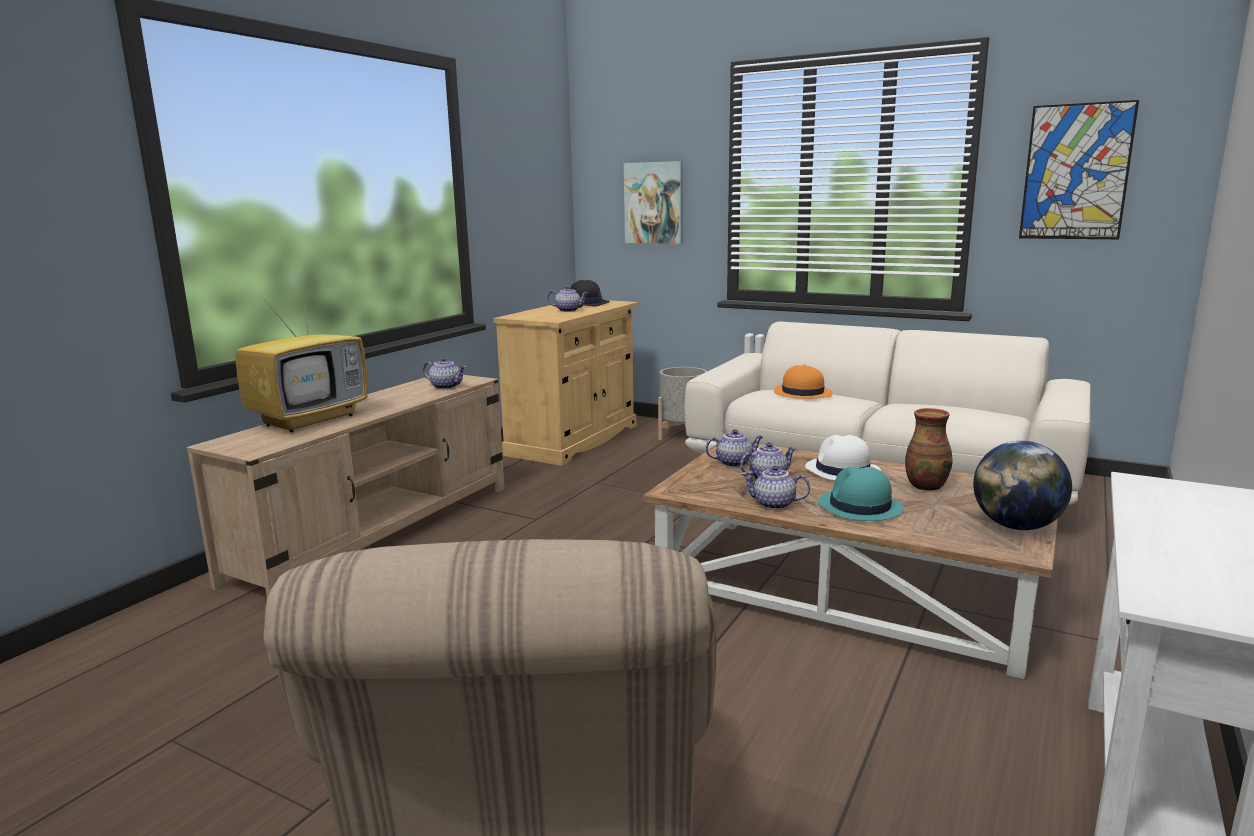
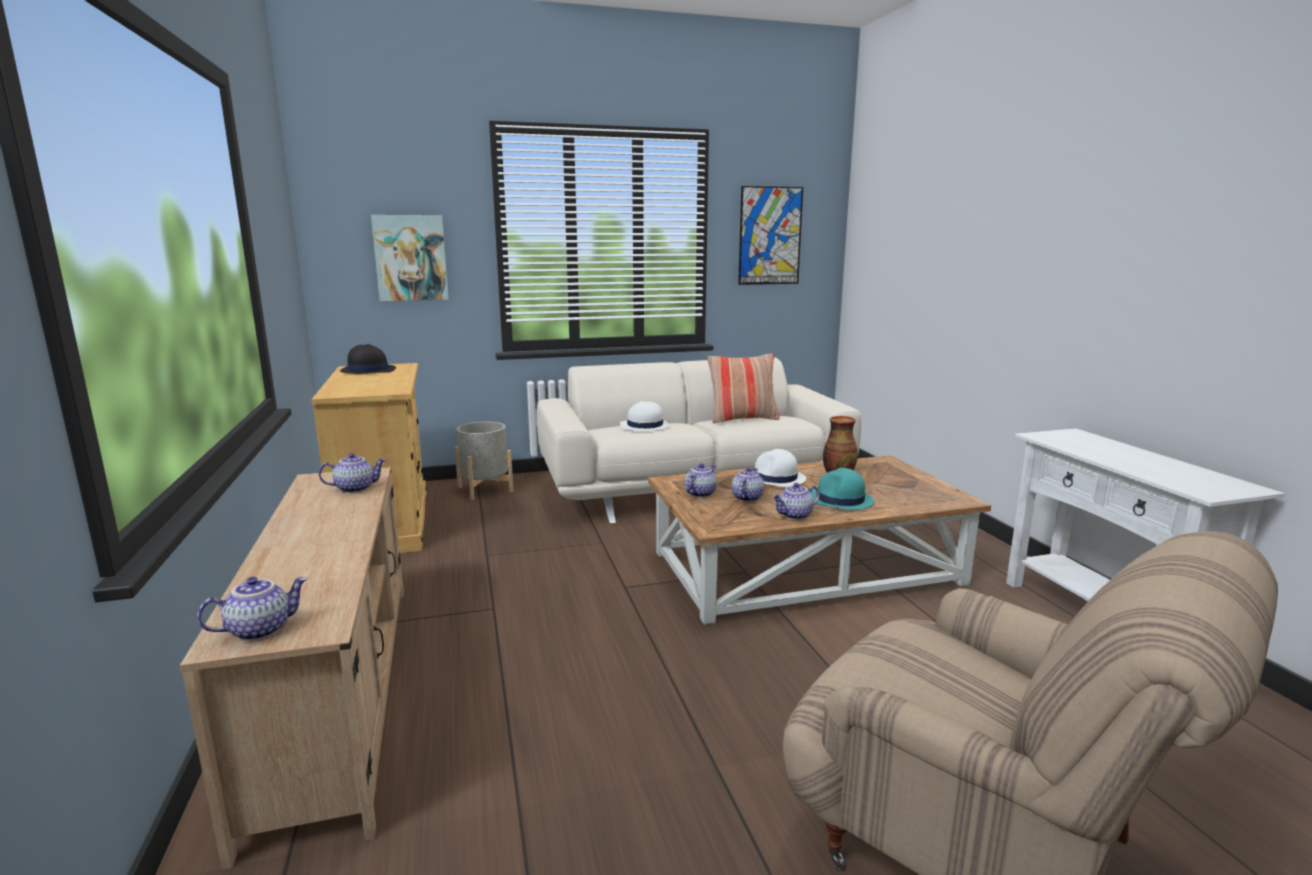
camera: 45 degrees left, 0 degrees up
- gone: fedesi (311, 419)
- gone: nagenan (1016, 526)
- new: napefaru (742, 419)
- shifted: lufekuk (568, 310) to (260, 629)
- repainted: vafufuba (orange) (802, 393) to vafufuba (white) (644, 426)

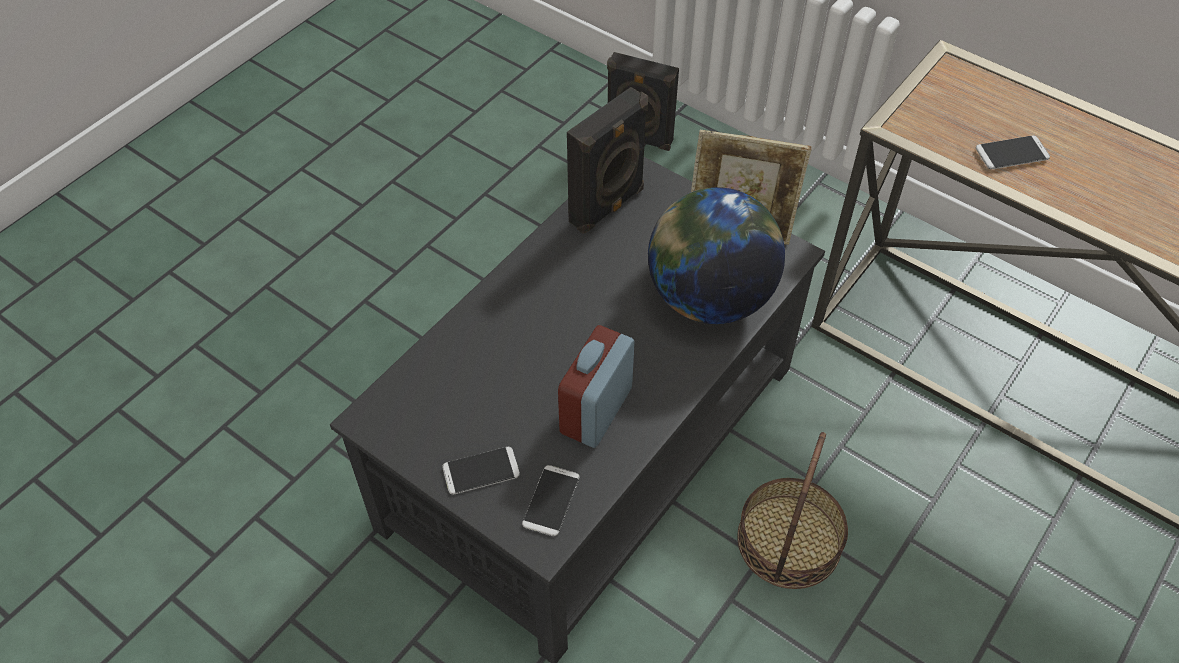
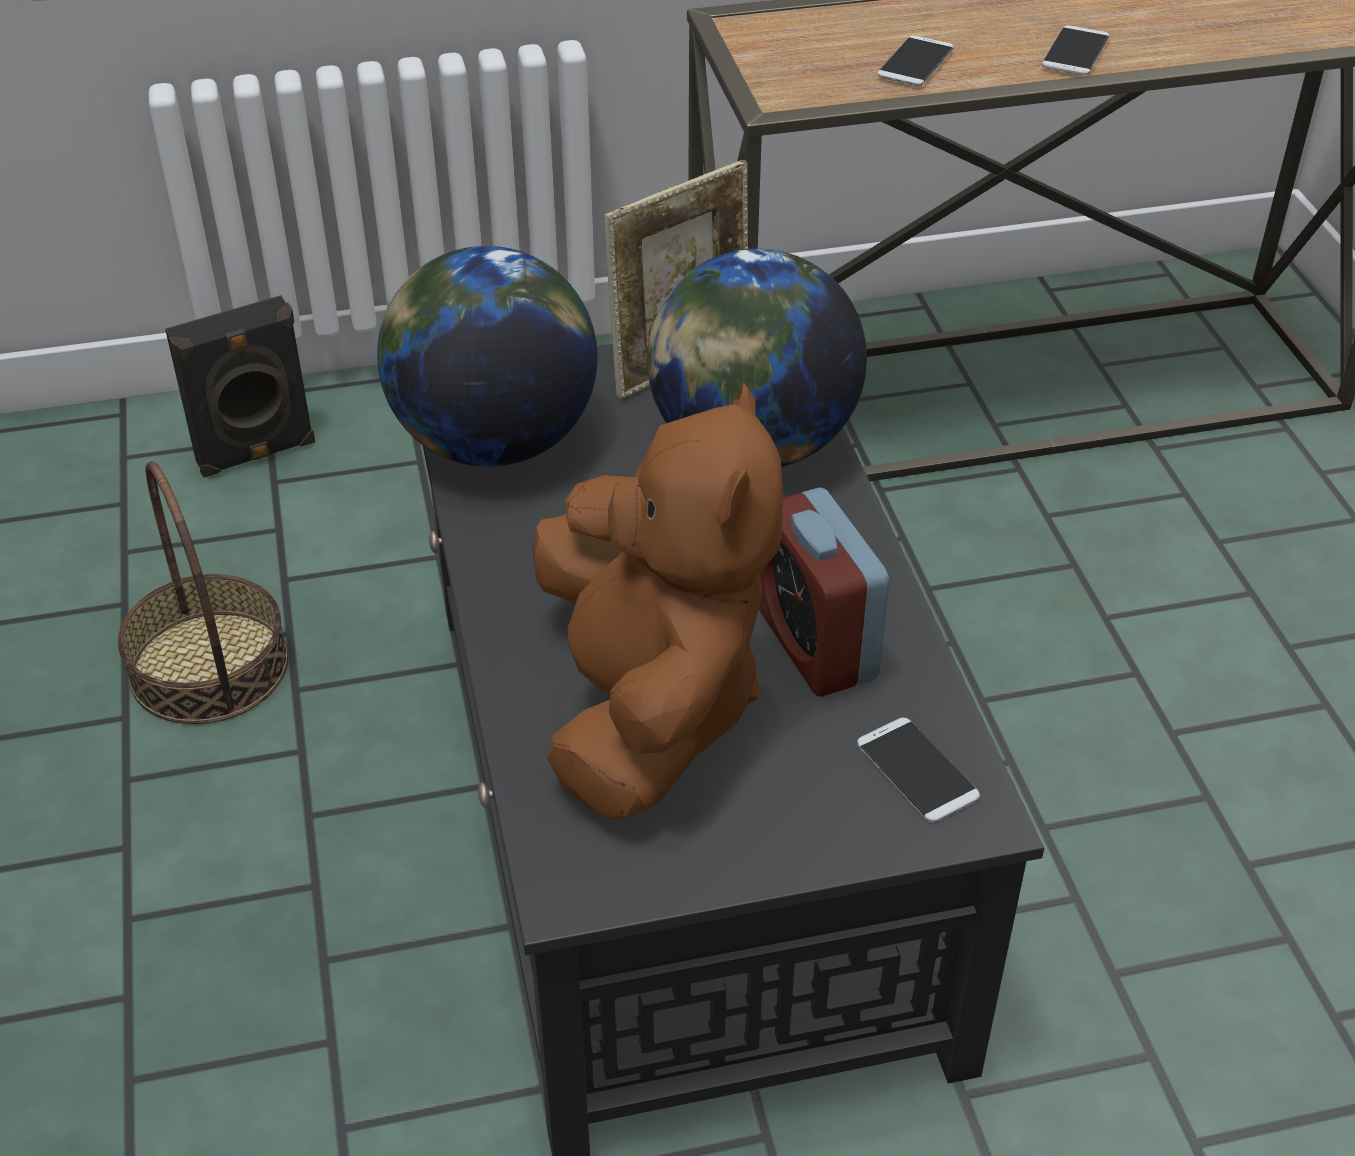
camera: 50 degrees left, 10 degrees down
- new: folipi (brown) (648, 707)
- shifted: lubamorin (481, 471) to (1075, 52)
- shifted: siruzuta (789, 541) to (210, 667)
- swapped: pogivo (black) (608, 207) to nagenan (494, 441)

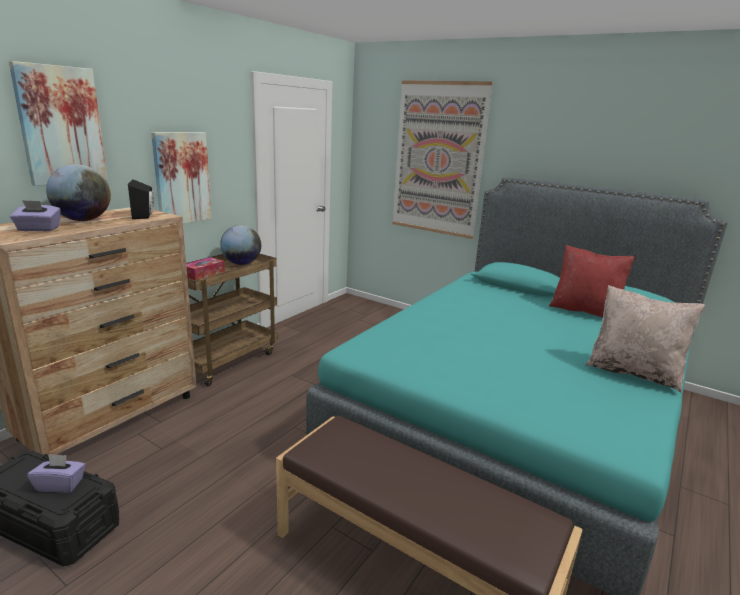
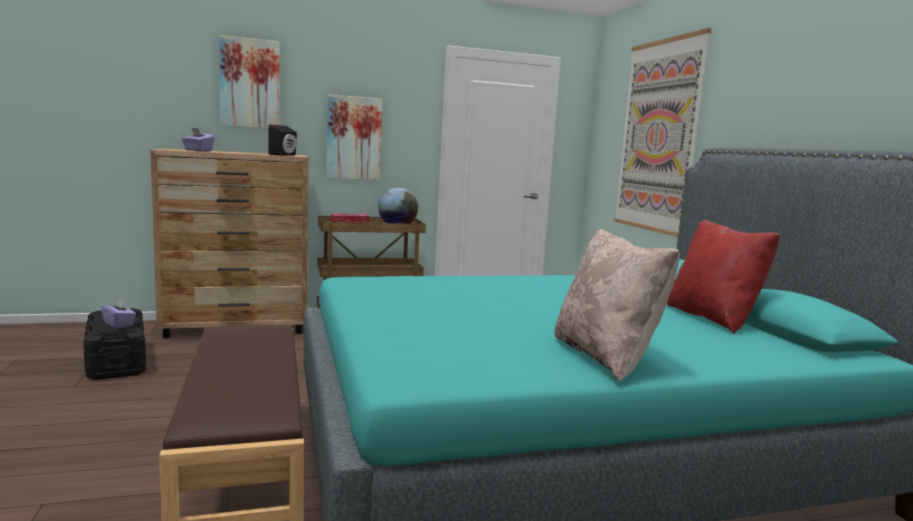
camera: 40 degrees right, 10 degrees down
- gone: nagenan (83, 220)

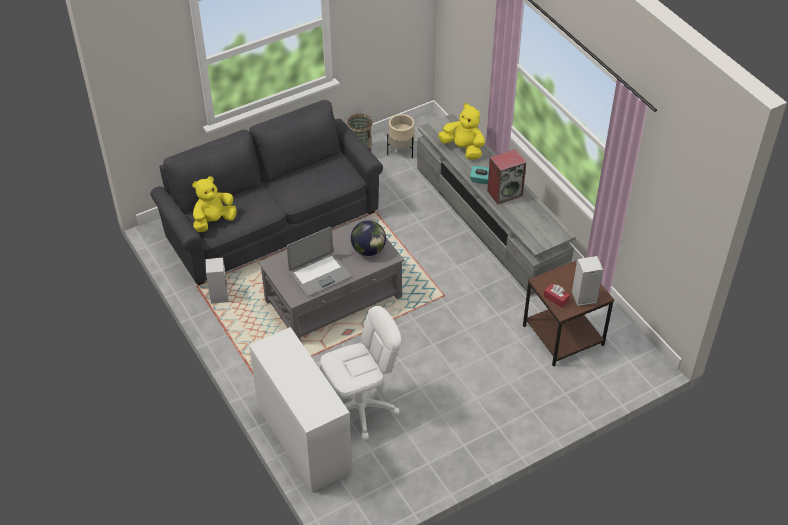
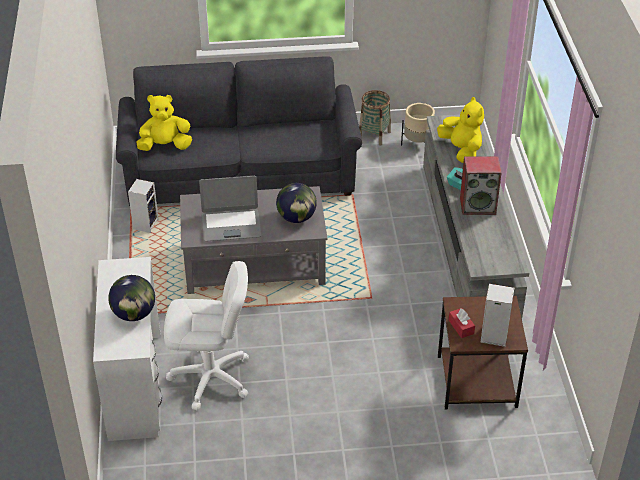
camera: 25 degrees right, 5 degrees down
- new: nagenan (134, 314)

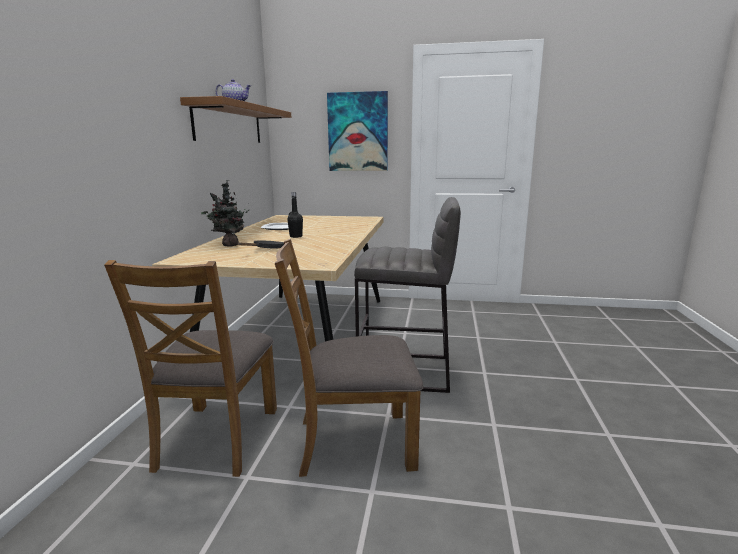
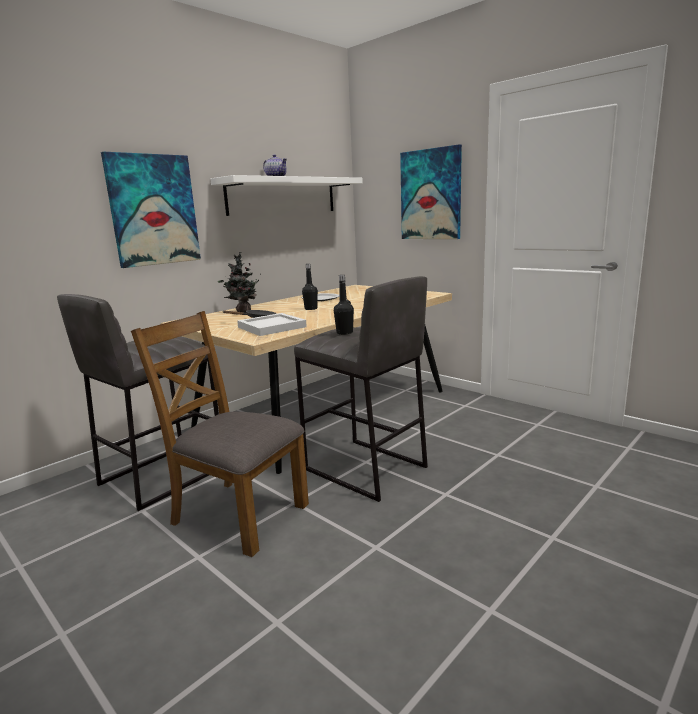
camera: 35 degrees right, 0 degrees up
- new: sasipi (153, 210)
- new: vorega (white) (270, 327)
- new: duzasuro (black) (344, 333)
- swapped: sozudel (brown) (217, 438) to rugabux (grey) (161, 476)
- repainted: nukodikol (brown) (229, 124) to nukodikol (white) (283, 196)

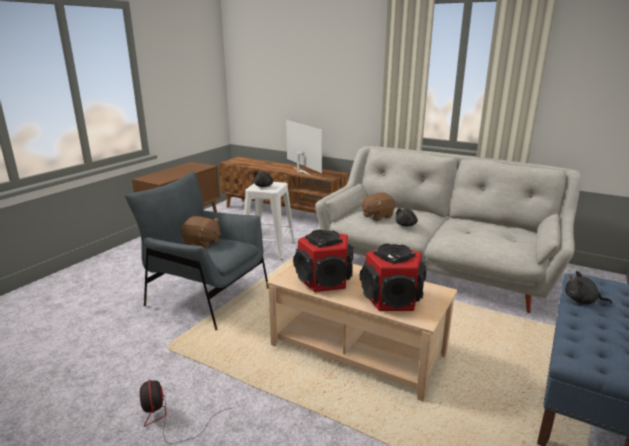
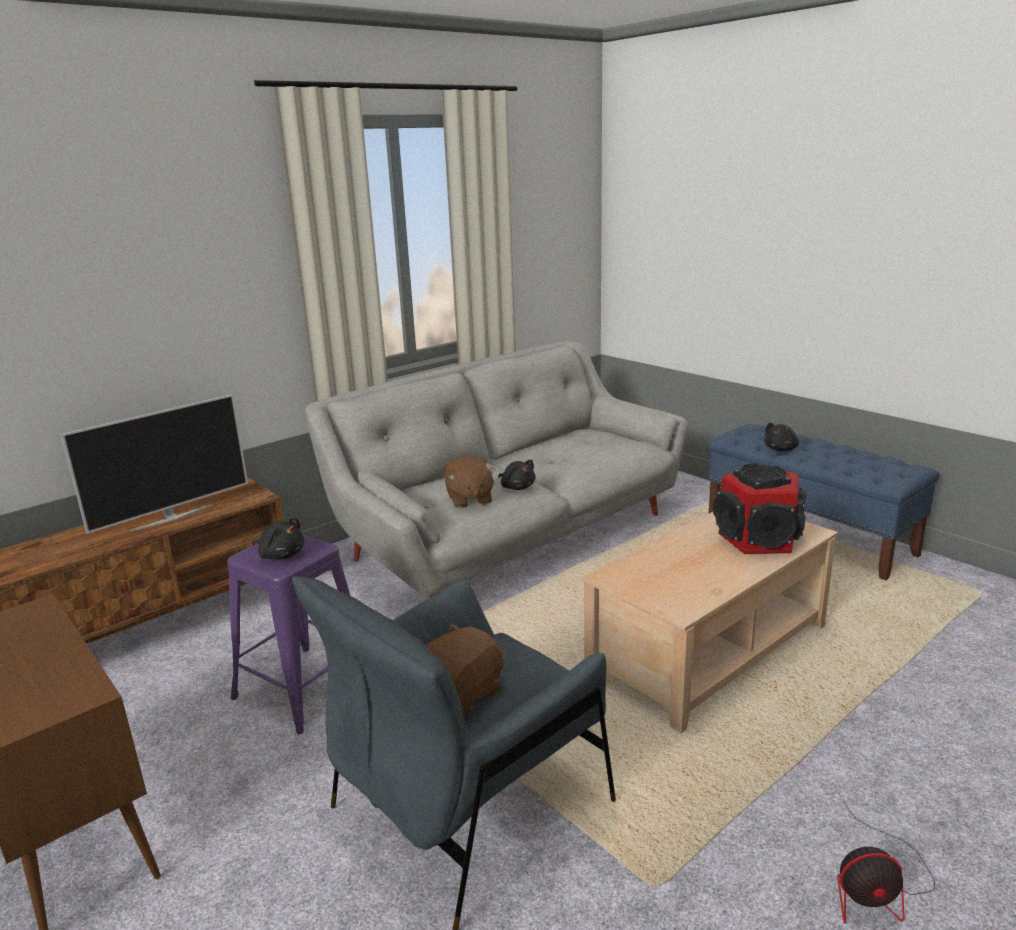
camera: 70 degrees left, 0 degrees up
- gone: pogivo (325, 280)
- repainted: rugabux (white) (269, 248) to rugabux (purple) (303, 687)
- rotated: fedesi (301, 171) = (172, 517) 150 degrees clockwise

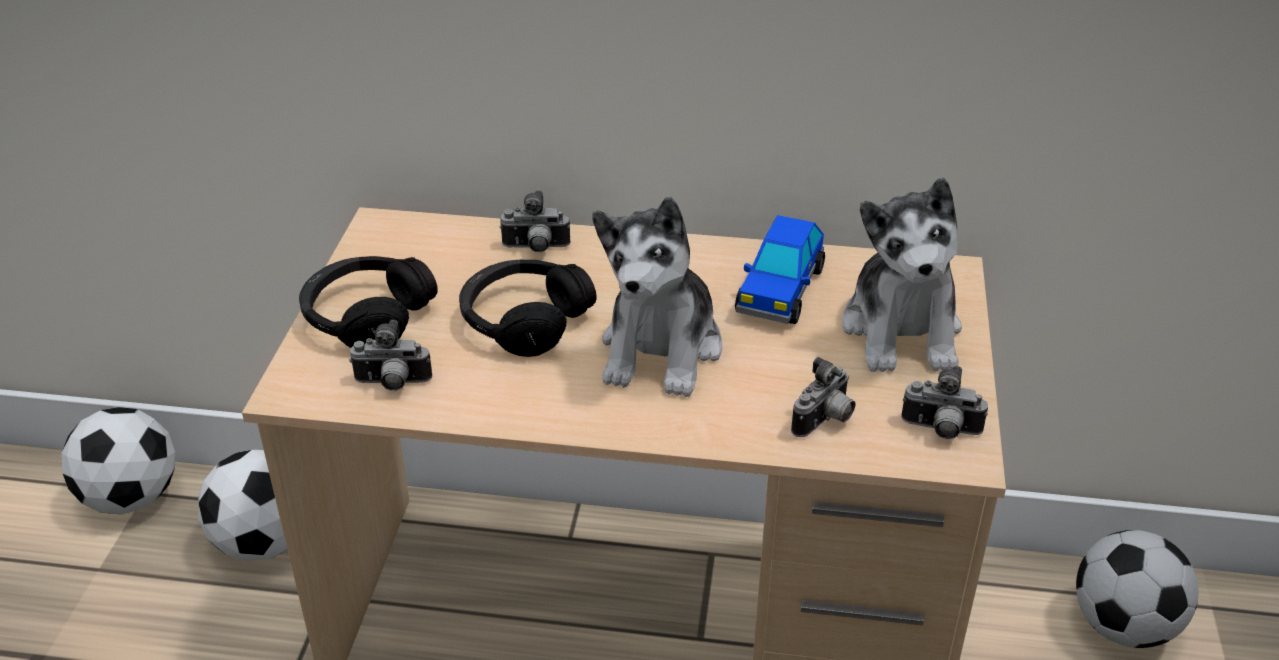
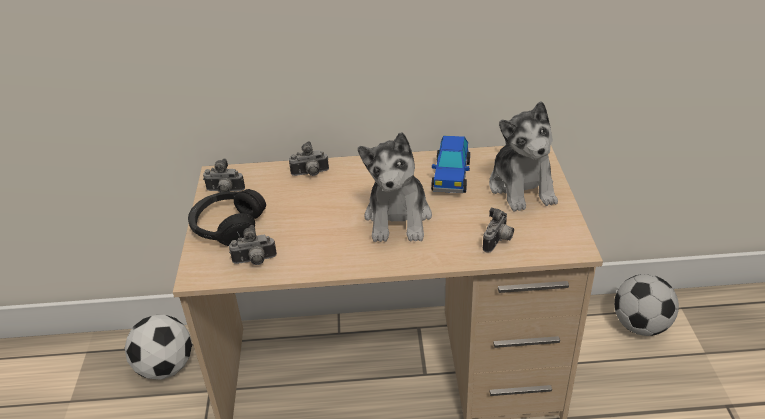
camera: 10 degrees left, 0 degrees up
- gone: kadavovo (131, 497)
- gone: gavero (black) (524, 321)
- shifted: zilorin (940, 431) to (225, 191)

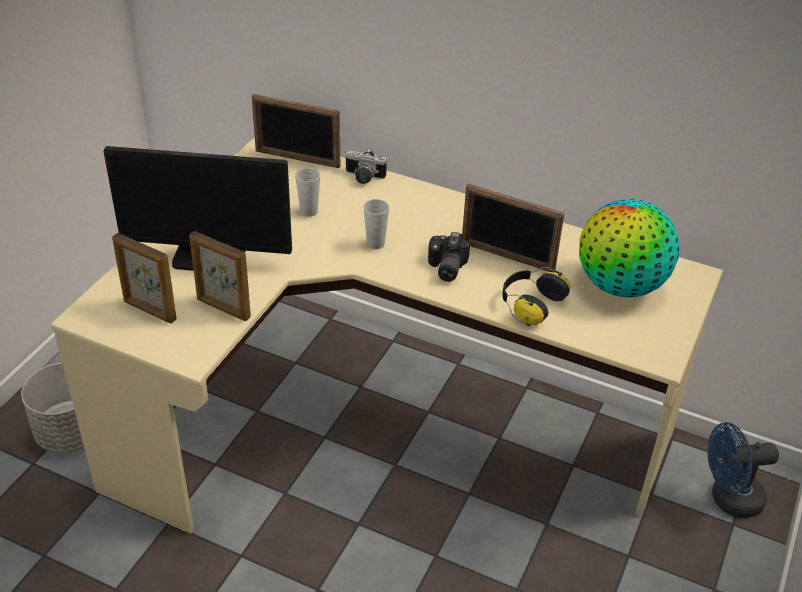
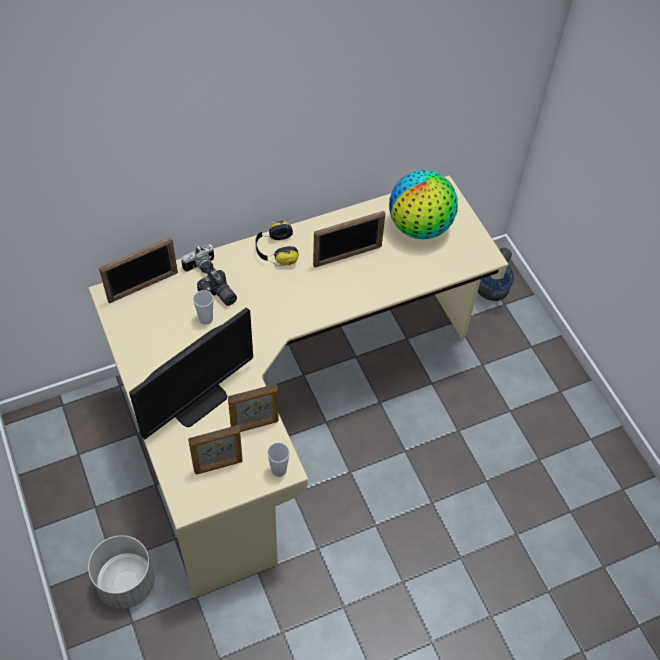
camera: 50 degrees left, 15 degrees up
- shifted: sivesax (375, 243) to (278, 470)
- shifted: zilorin (445, 268) to (218, 296)
- shifted: gavero (530, 304) to (275, 251)

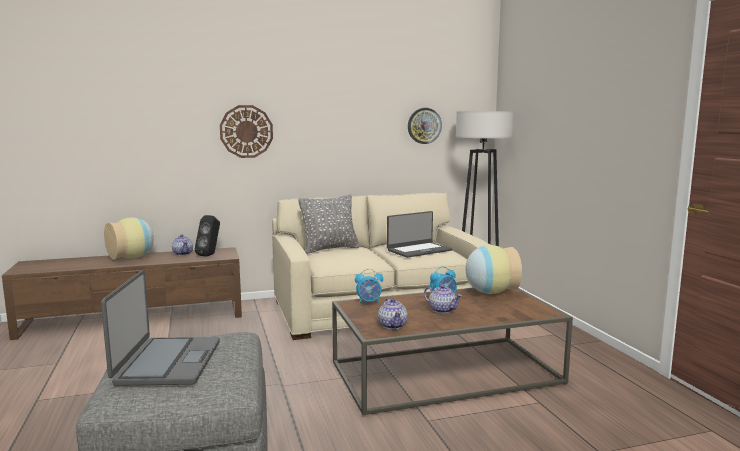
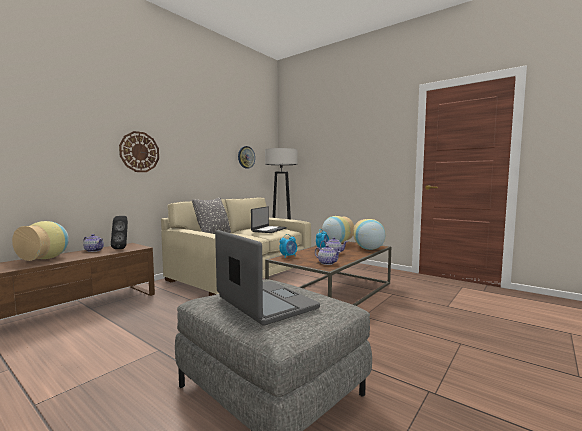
camera: 35 degrees left, 5 degrees down
- new: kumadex (368, 249)

